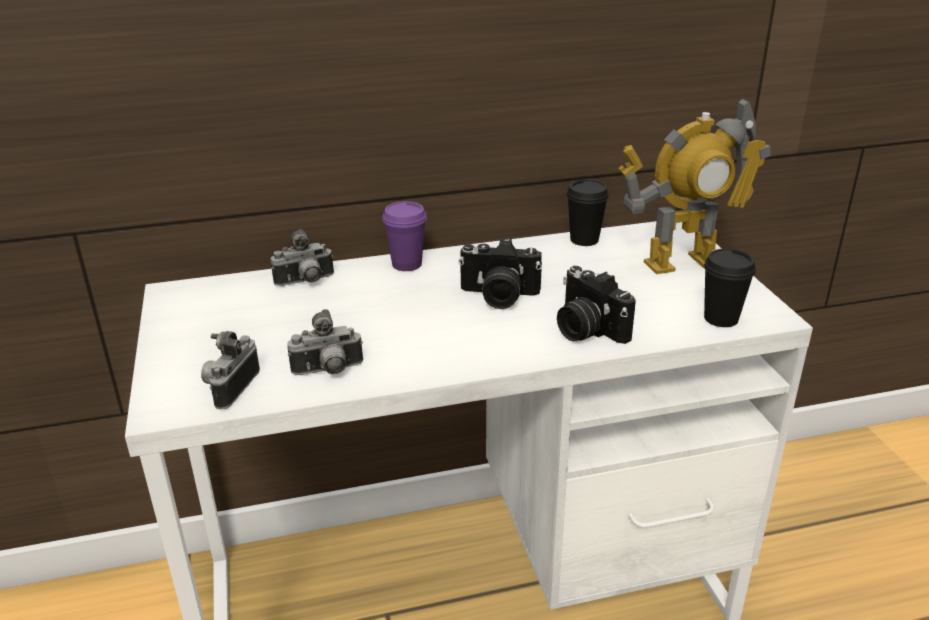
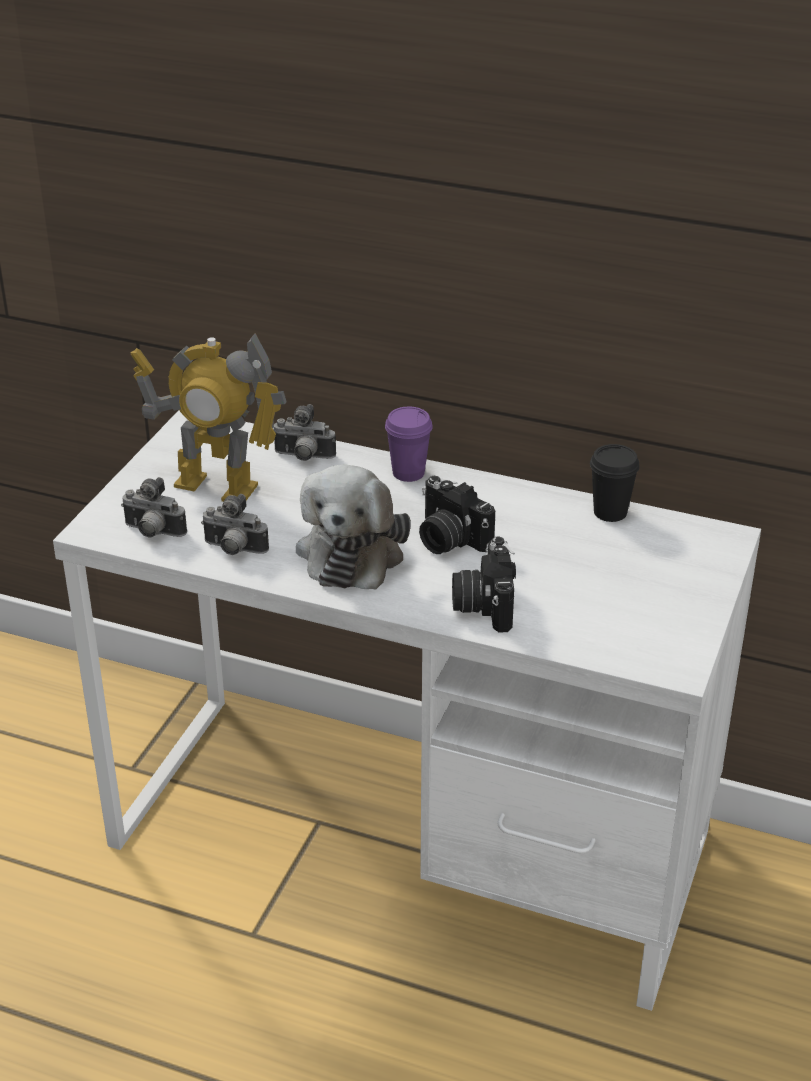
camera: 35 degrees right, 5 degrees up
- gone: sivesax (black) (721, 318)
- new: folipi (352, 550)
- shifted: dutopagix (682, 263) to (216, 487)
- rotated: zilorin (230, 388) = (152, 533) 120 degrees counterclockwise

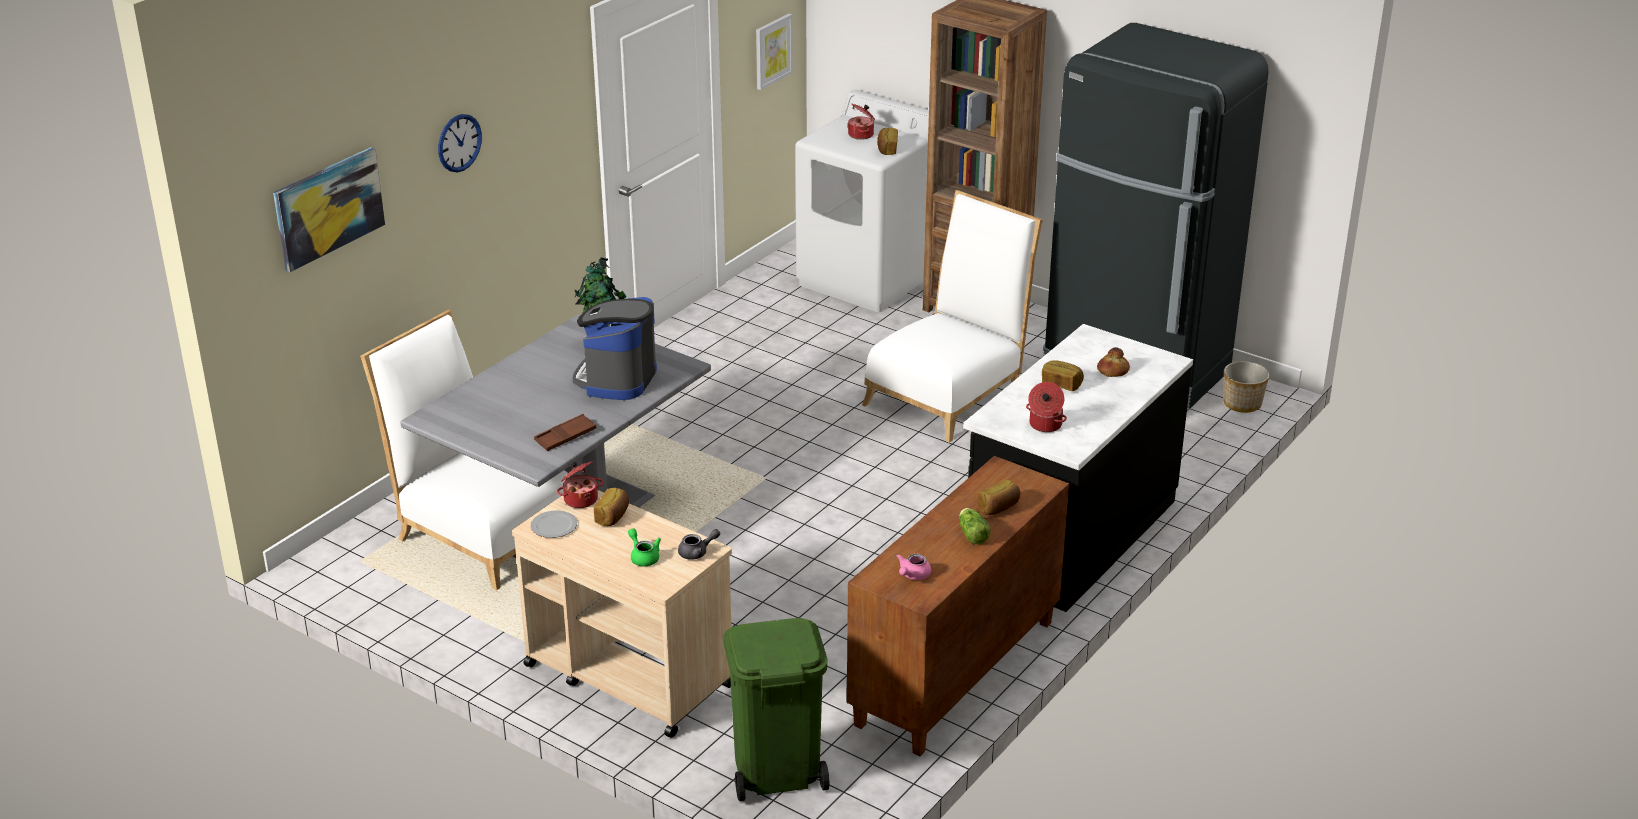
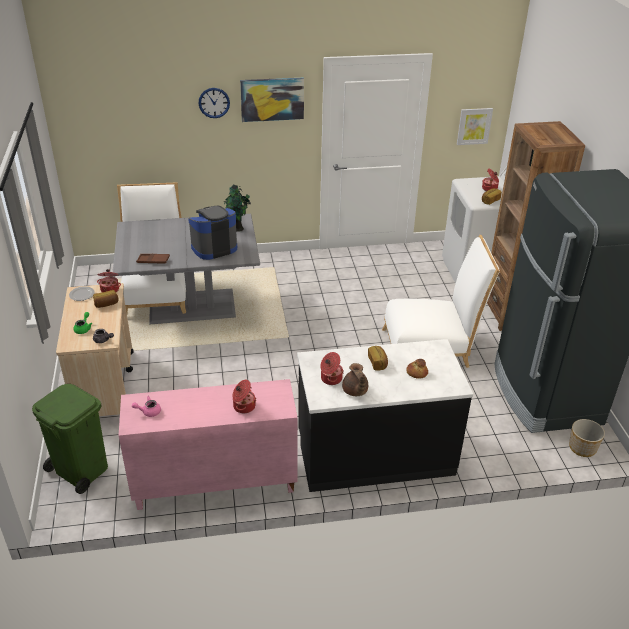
camera: 45 degrees right, 5 degrees up
- gone: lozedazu (972, 534)
- new: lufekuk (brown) (355, 391)
- shifted: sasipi (328, 208) to (272, 99)
- swapped: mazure (999, 507) to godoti (243, 406)
- repainted: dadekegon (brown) (956, 674) to dadekegon (pink) (214, 483)

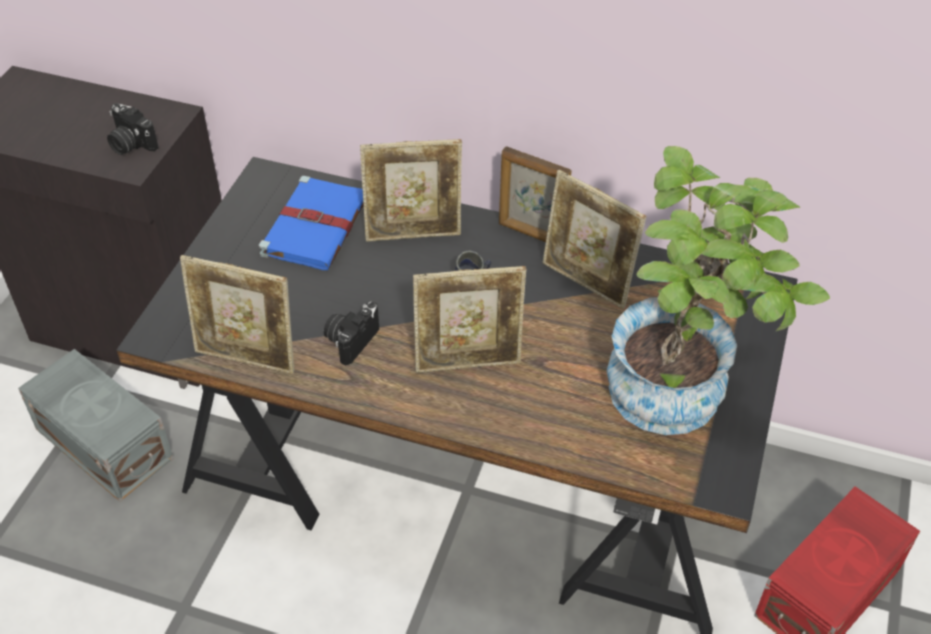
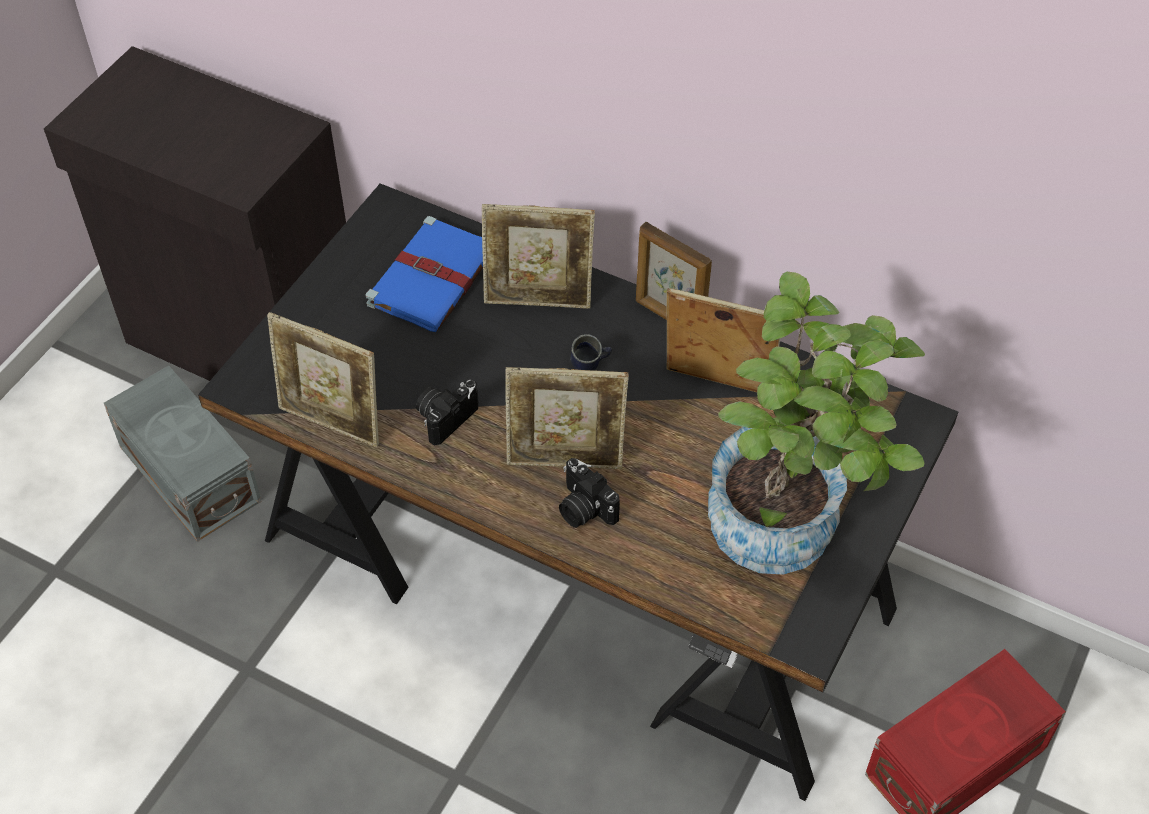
camera: 10 degrees right, 5 degrees up
- shifted: zilorin (130, 144) to (583, 509)
- rotated: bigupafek (586, 283) = (717, 385) 150 degrees clockwise

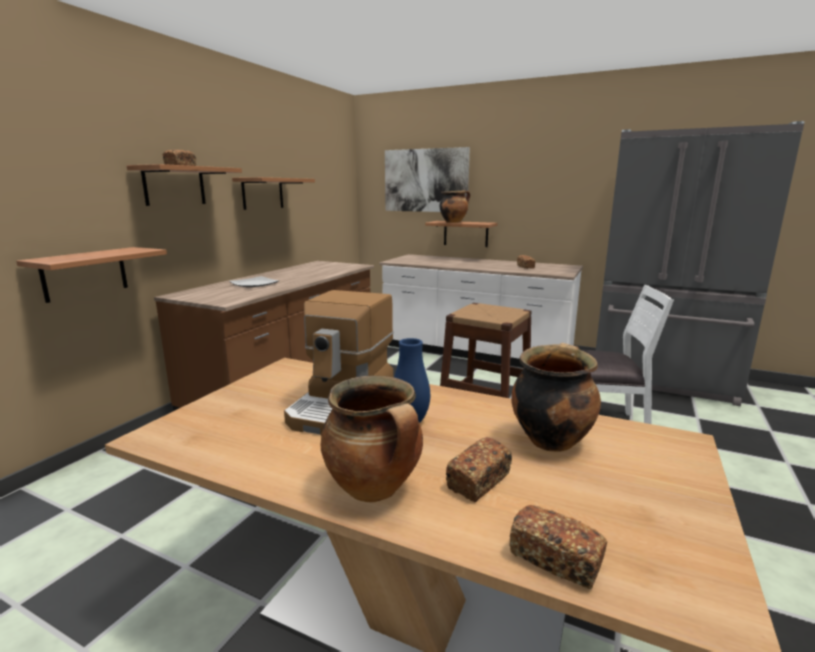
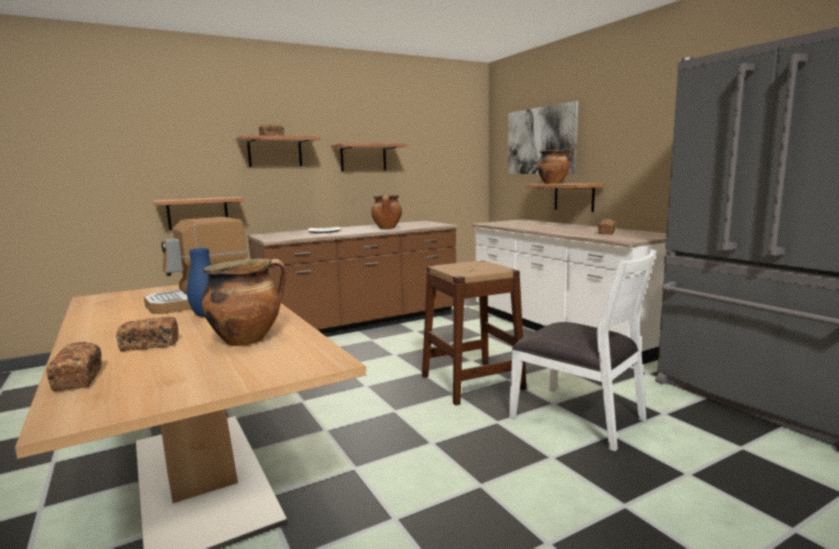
camera: 35 degrees right, 5 degrees down
- shifted: godoti (375, 489) to (387, 228)

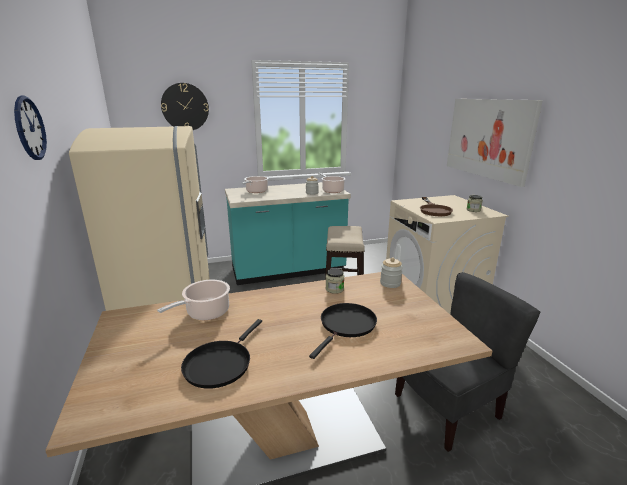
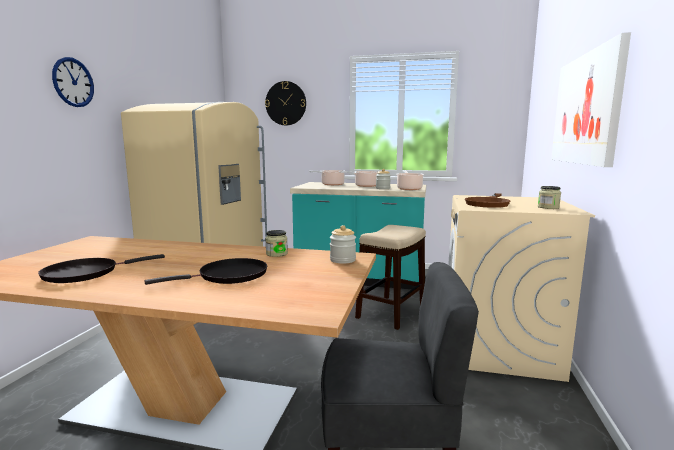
camera: 30 degrees right, 10 degrees down
- shifted: godoti (205, 313) to (365, 186)

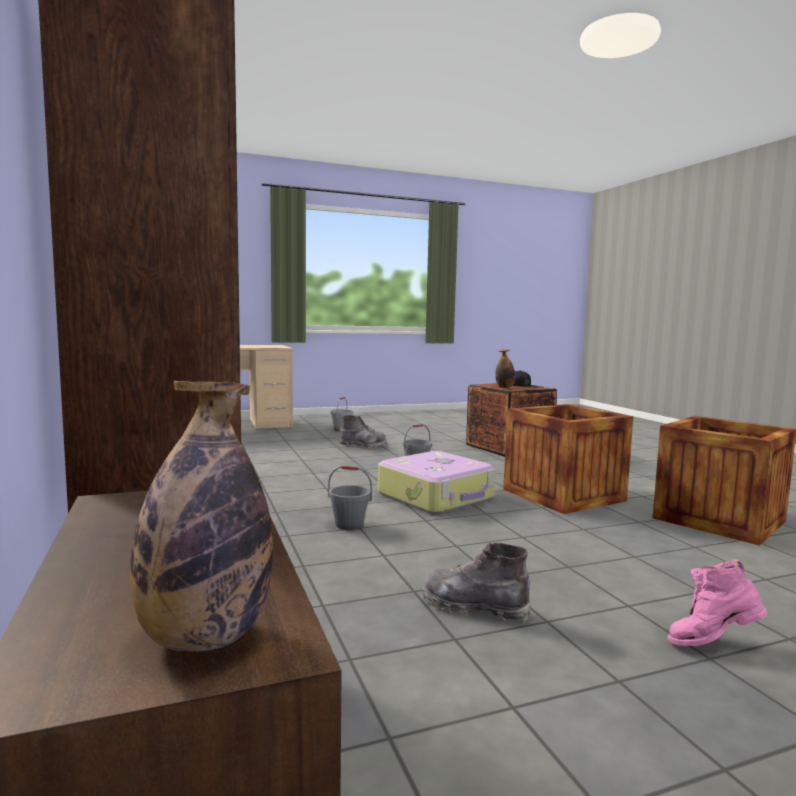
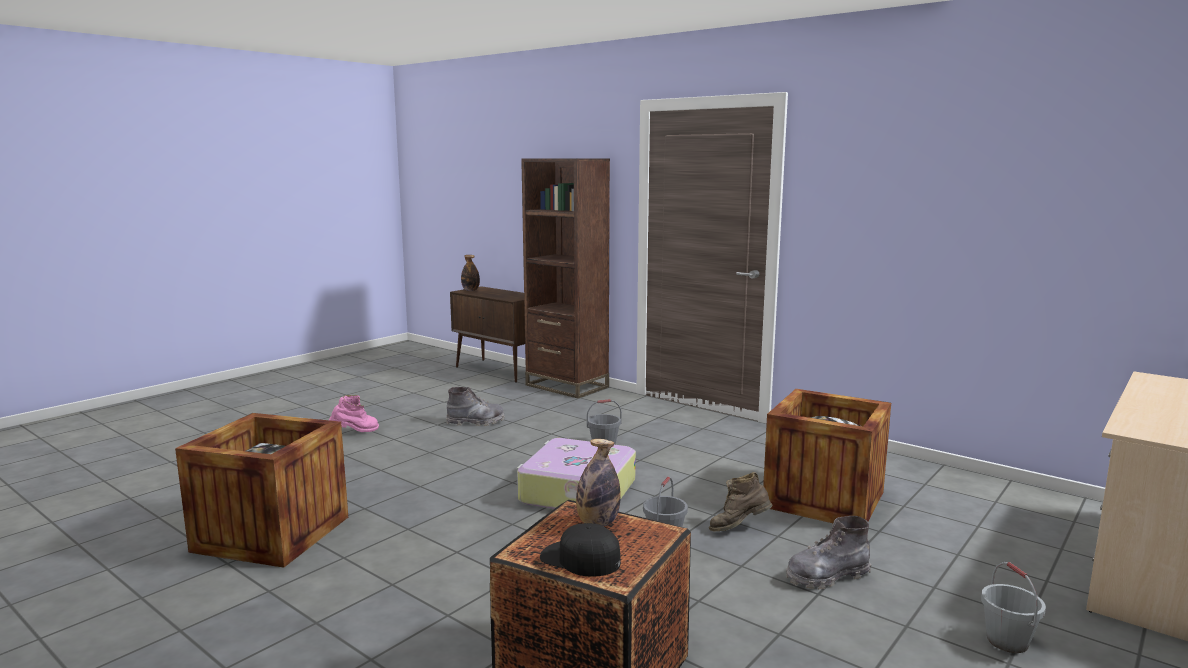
camera: 150 degrees right, 5 degrees up
- new: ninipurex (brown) (738, 528)
- shifted: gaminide (563, 495) to (824, 499)

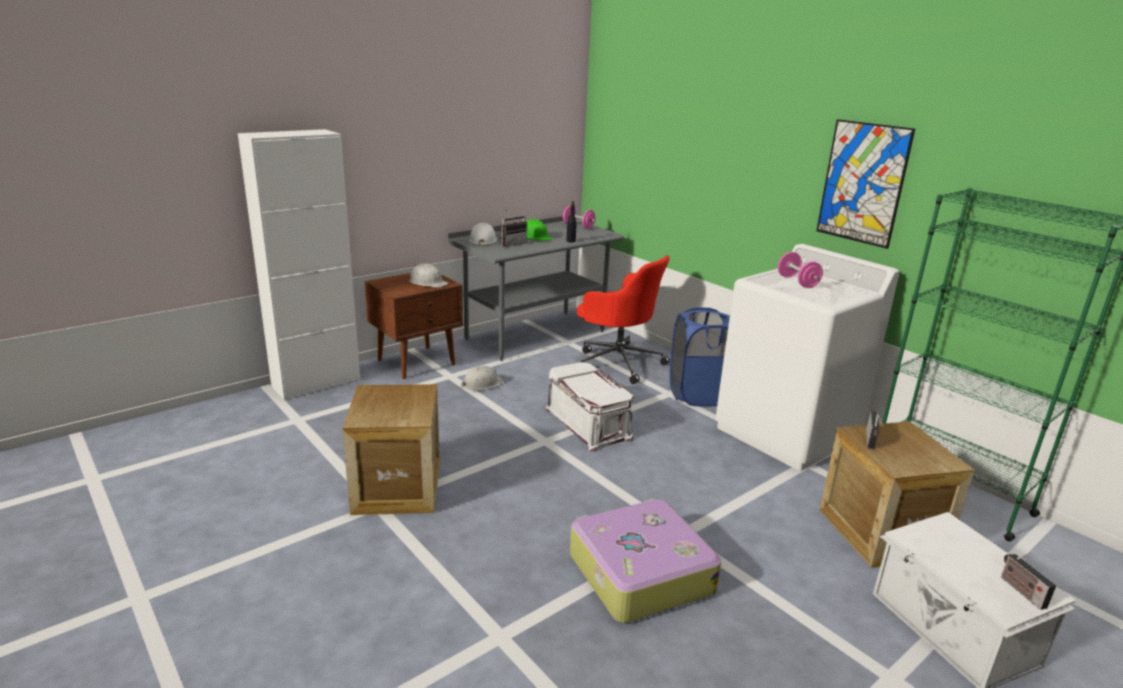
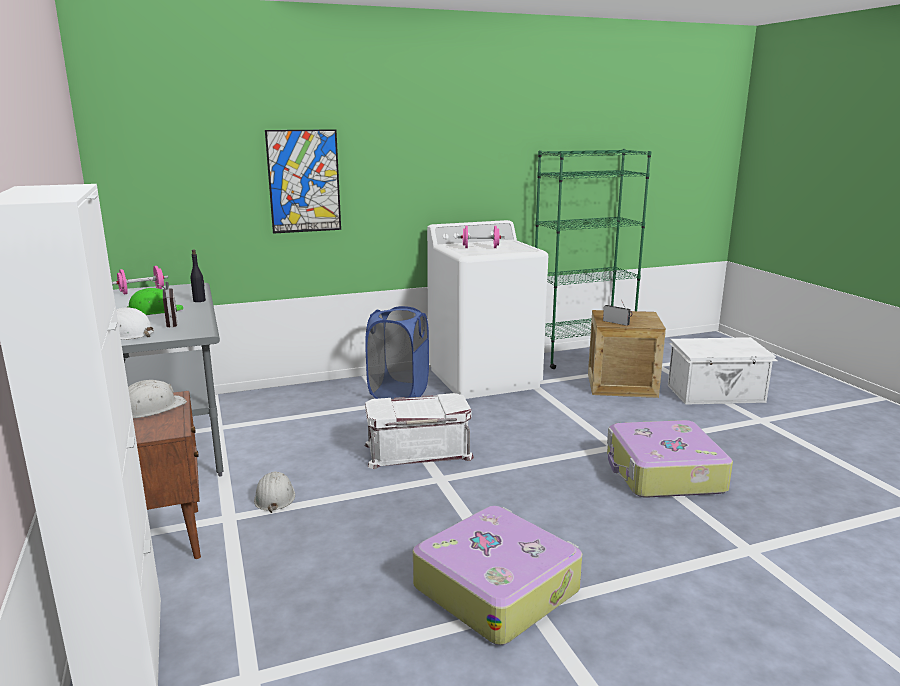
camera: 70 degrees left, 5 degrees down
- gone: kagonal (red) (618, 362)
- gone: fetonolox (1020, 590)
- shifted: sasipi (863, 183) to (304, 181)
- swapped: gaminide (397, 487) to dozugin (496, 587)

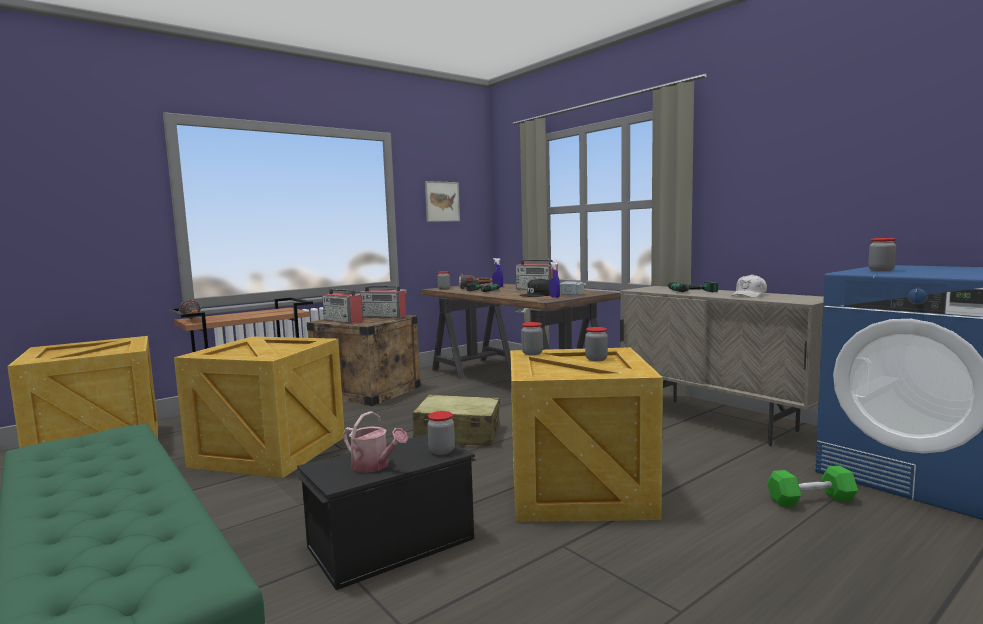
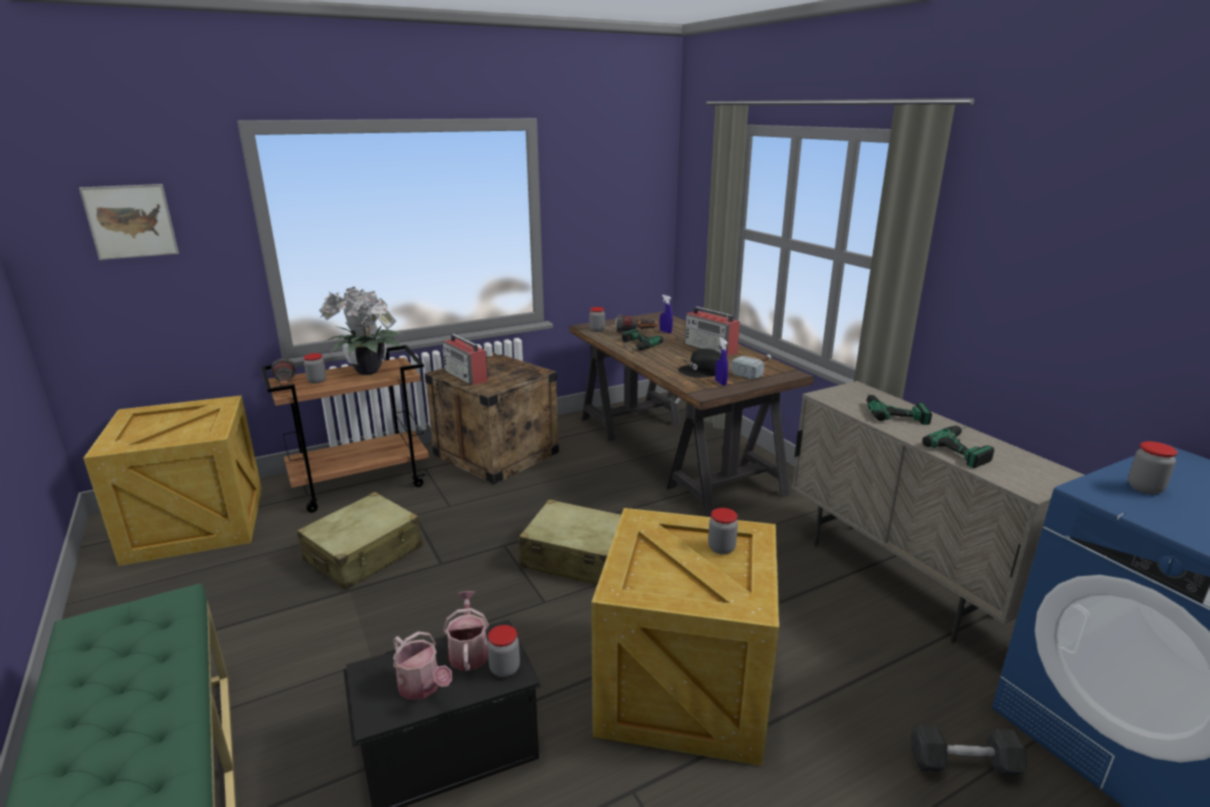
camera: 10 degrees right, 15 degrees up
- gone: fetonolox (384, 316)
- new: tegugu (369, 372)
- new: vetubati (468, 651)
- shifted: sasipi (442, 201) to (131, 221)
- shifted: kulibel (532, 353) to (317, 381)
- swapped: gaminide (269, 450) to dozugin (beige) (364, 554)
- swapped: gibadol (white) (749, 295) to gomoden (966, 448)
- repainted: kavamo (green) (811, 500) to kavamo (grey) (963, 764)

